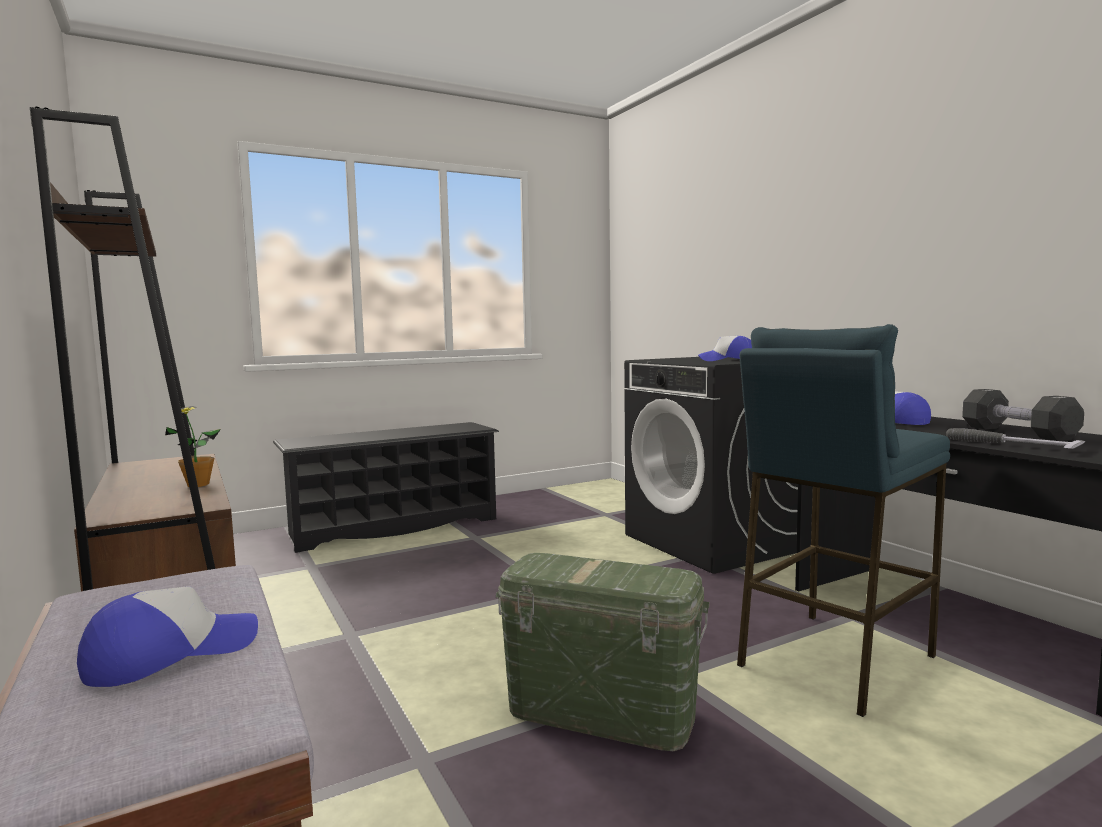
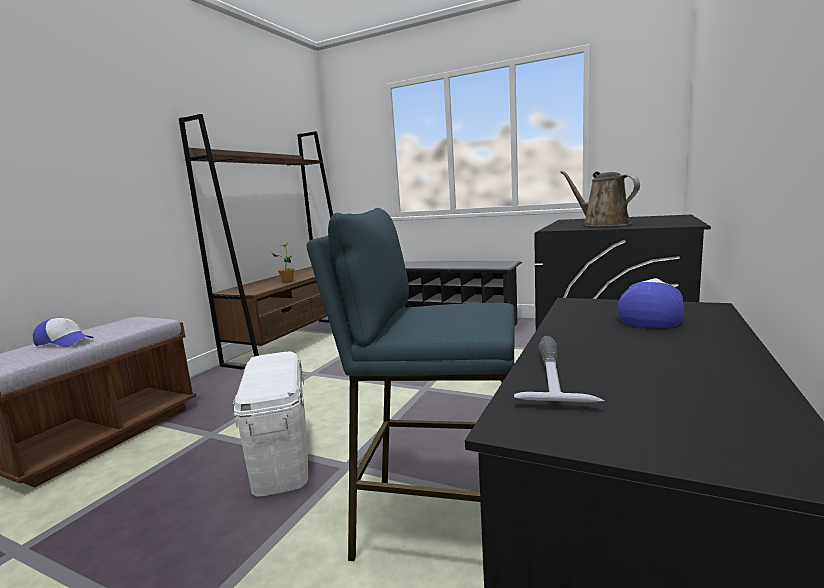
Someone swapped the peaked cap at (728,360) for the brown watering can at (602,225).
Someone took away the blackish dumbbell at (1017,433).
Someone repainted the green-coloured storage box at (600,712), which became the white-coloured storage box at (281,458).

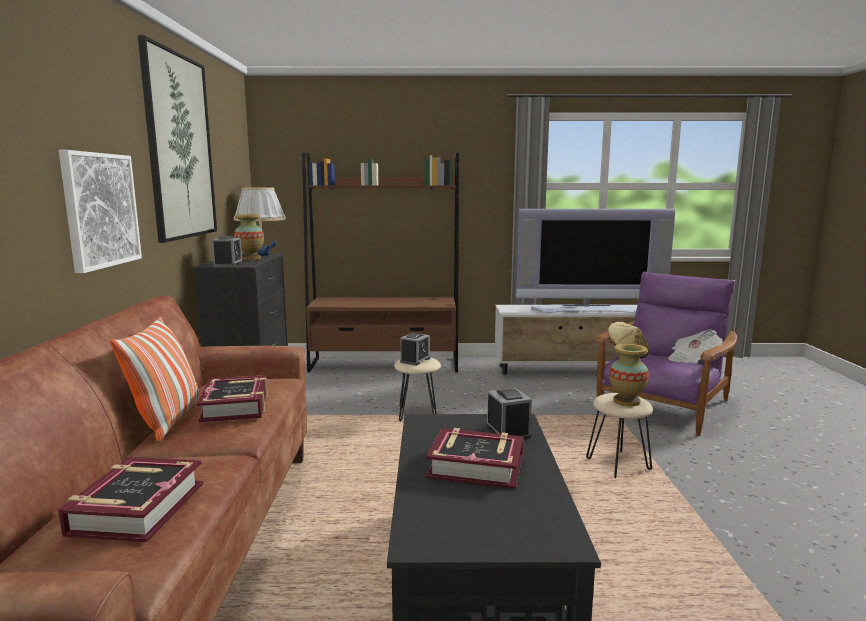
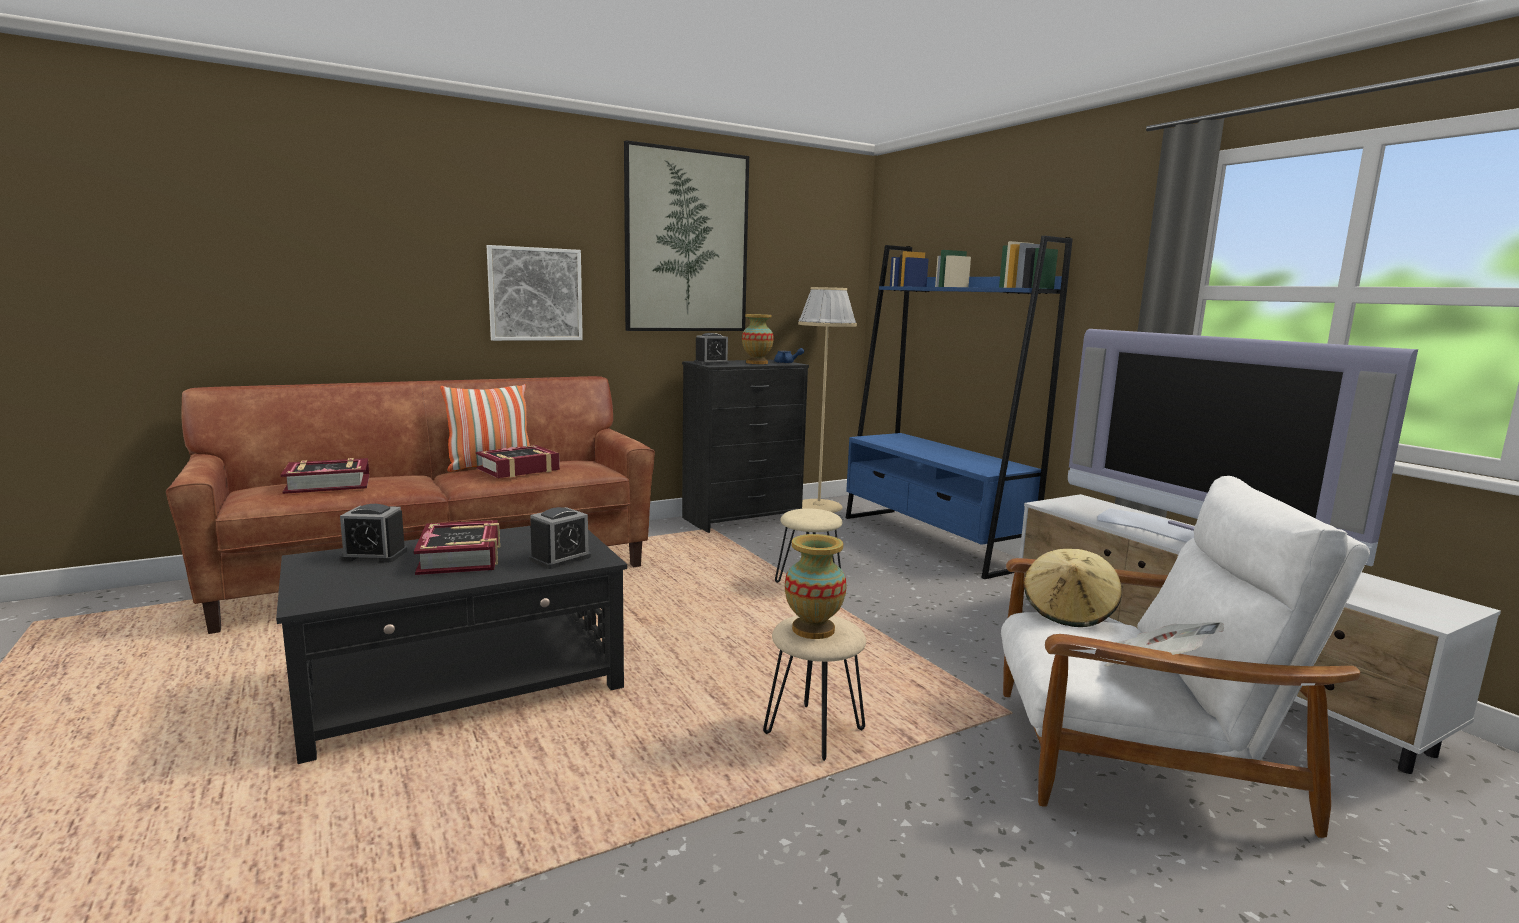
Someone repainted the brown bookshelf at (385,365), which became the blue-coloured bookshelf at (932,541).
Someone repainted the purple lounge chair at (662,406), which became the white-coloured lounge chair at (1134,755).
Someone carried the alarm clock from (415,360) to (374,555).

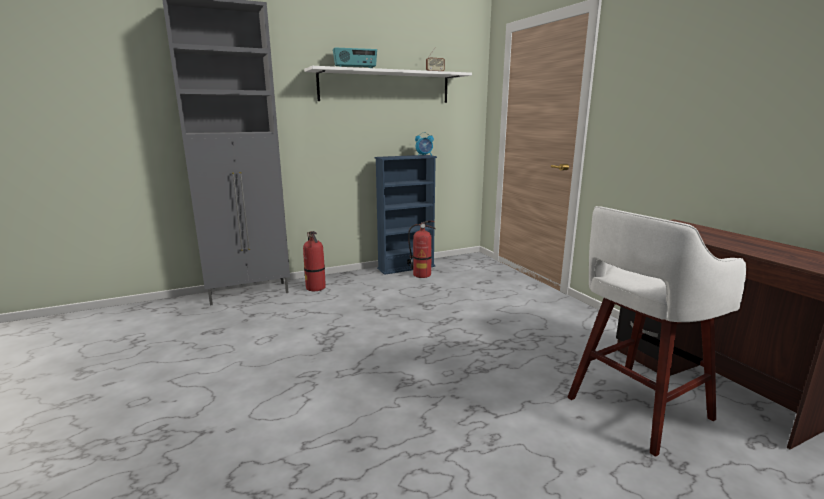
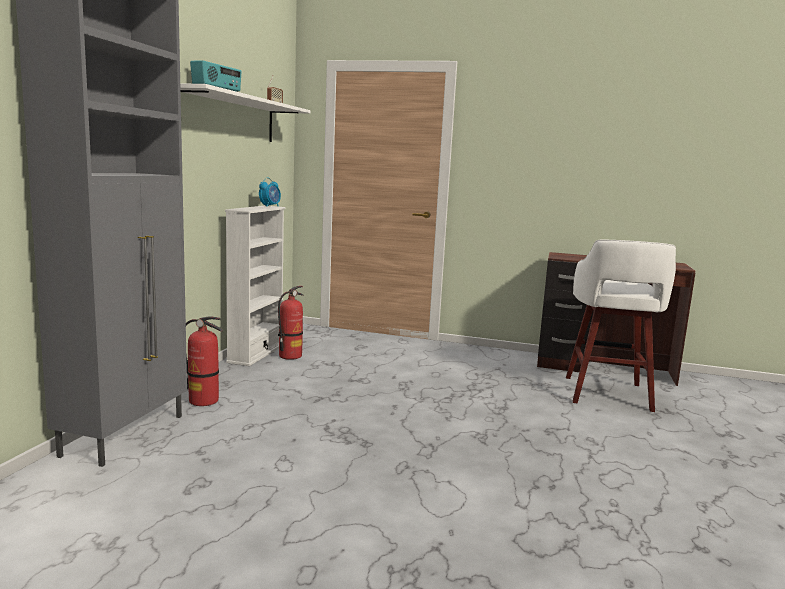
Someone repainted the blue-coloured bookshelf at (406,267), which became the white-coloured bookshelf at (256,353).

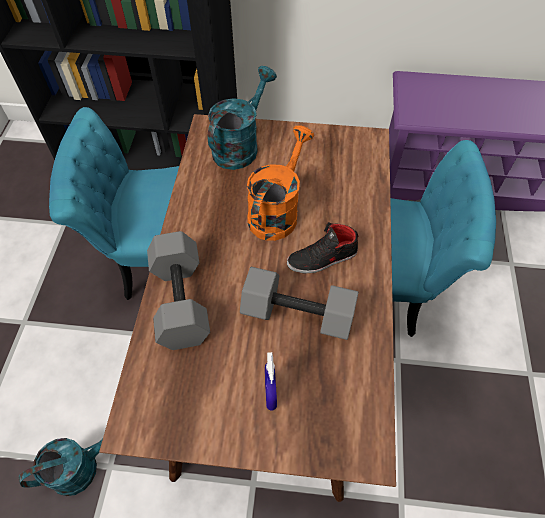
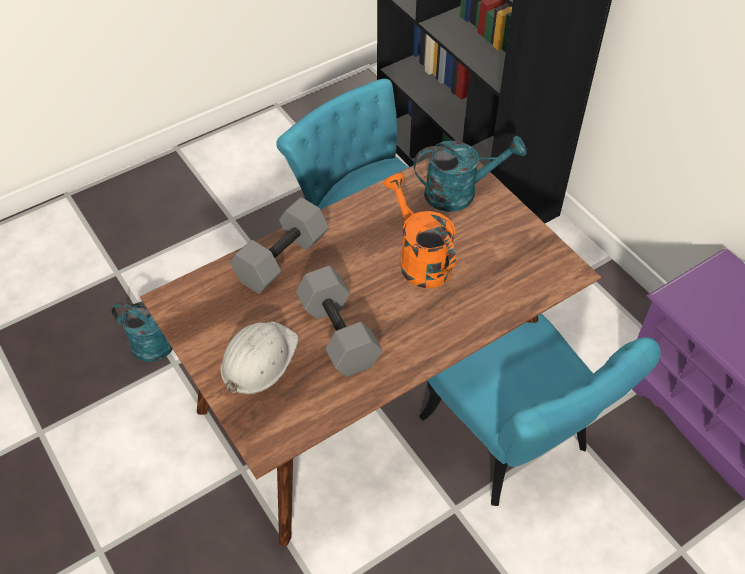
Someone rotated the orange watering can at (277,211) by 105 degrees counterclockwise.
Someone took away the blackish shoe at (322,259).
Someone swapped the blue-coloured sprayer at (270,395) for the white-coloured work helmet at (258,360).

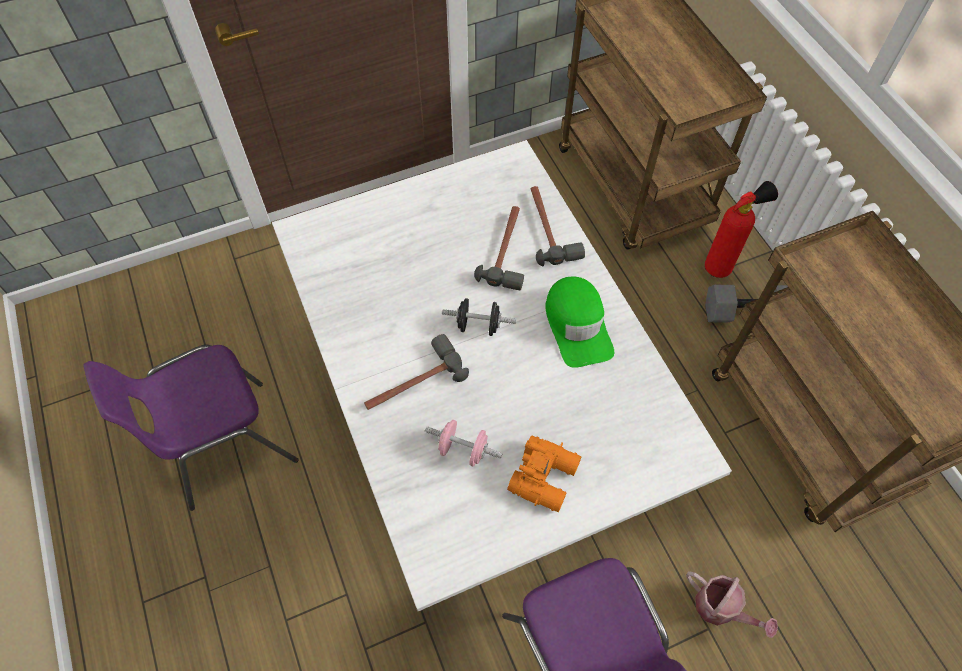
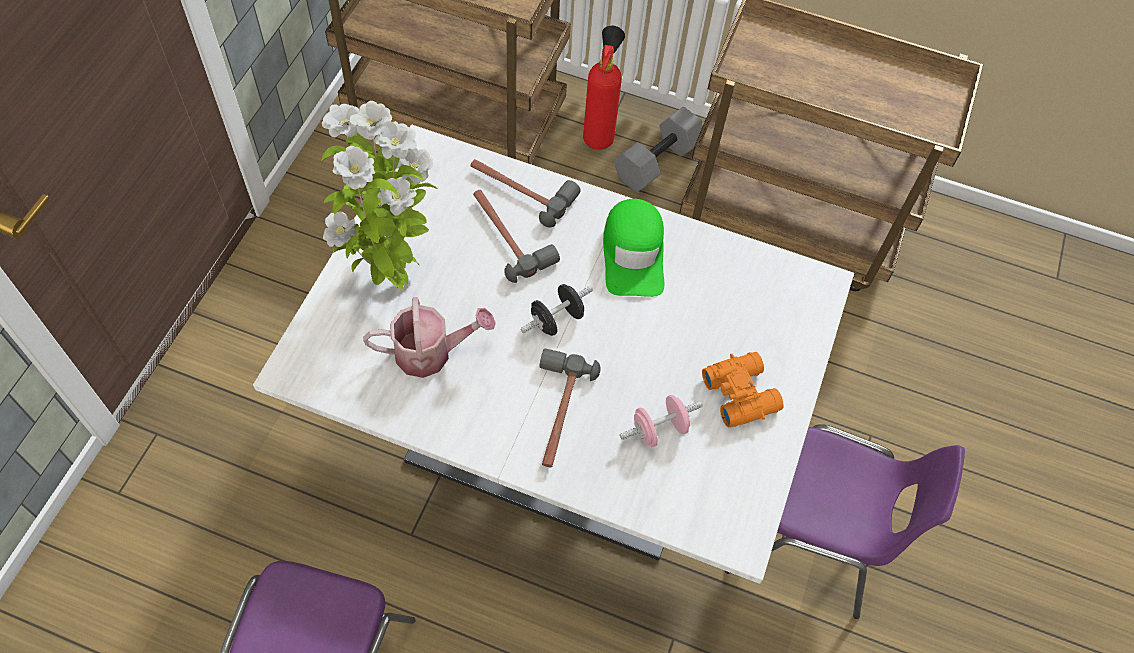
Someone rotated the green-coloured peaked cap at (577,325) by 60 degrees clockwise.
Someone carried the watering can from (721,608) to (431,352).
Someone put down the houseplant at (388,274).

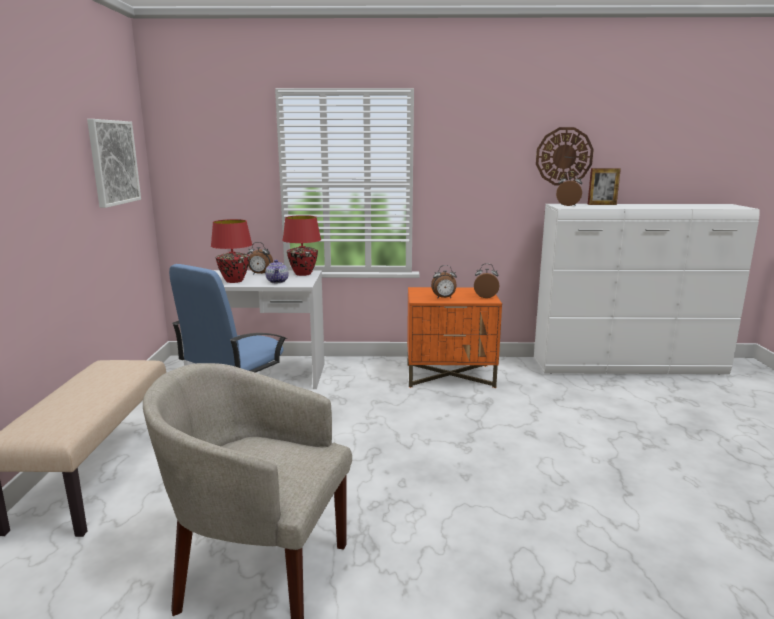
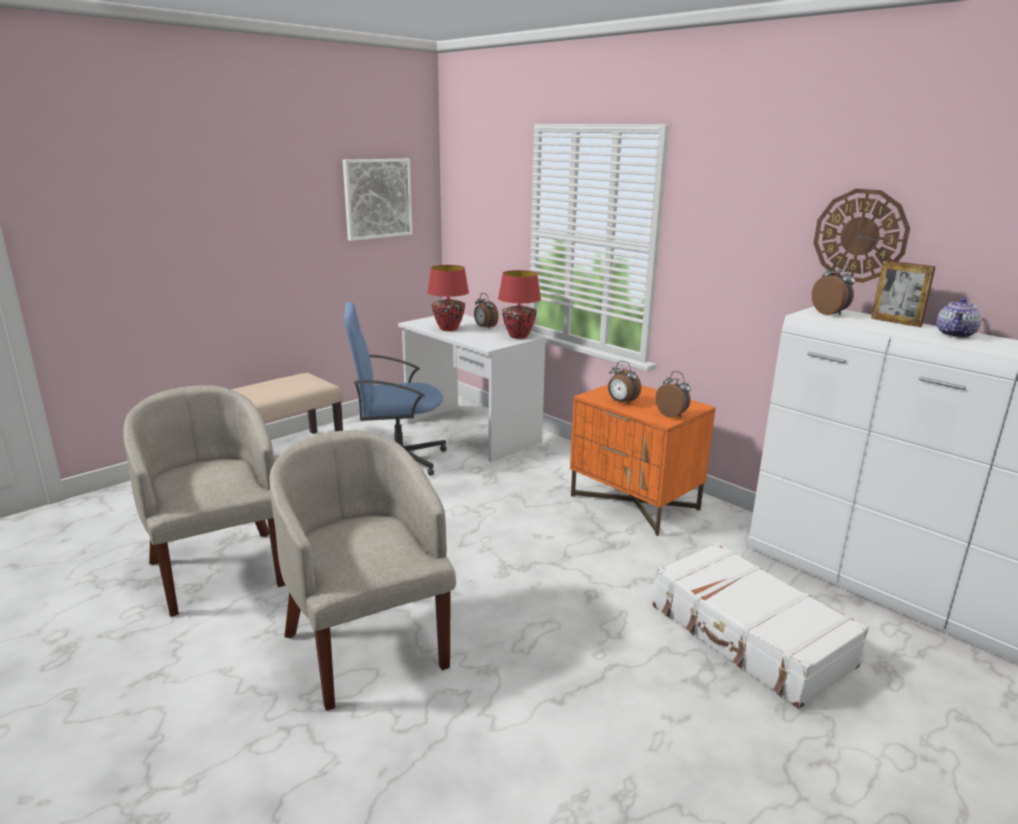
Someone carried the teapot from (278,281) to (956,335).
Someone put down the sand-coloured lounge chair at (366,644).
Someone put down the white-coloured suitcase at (749,636).

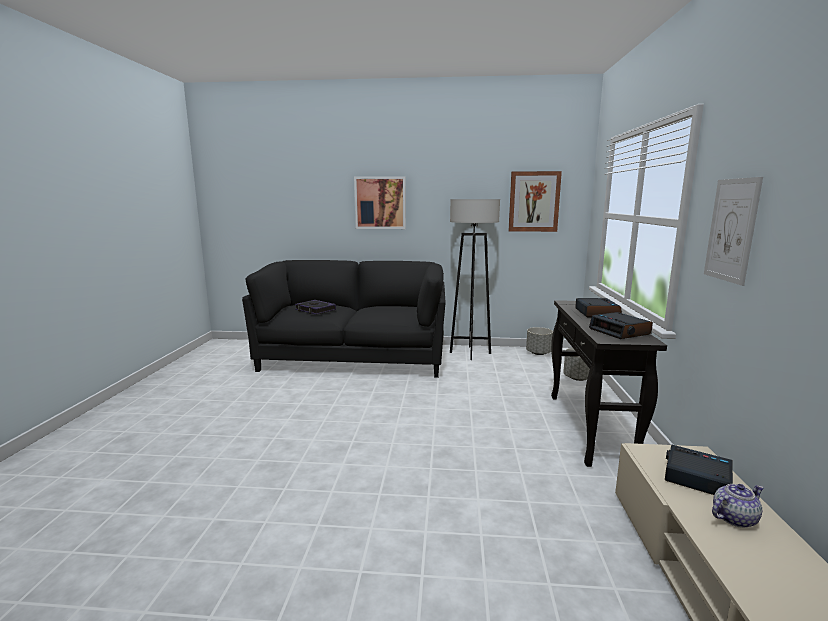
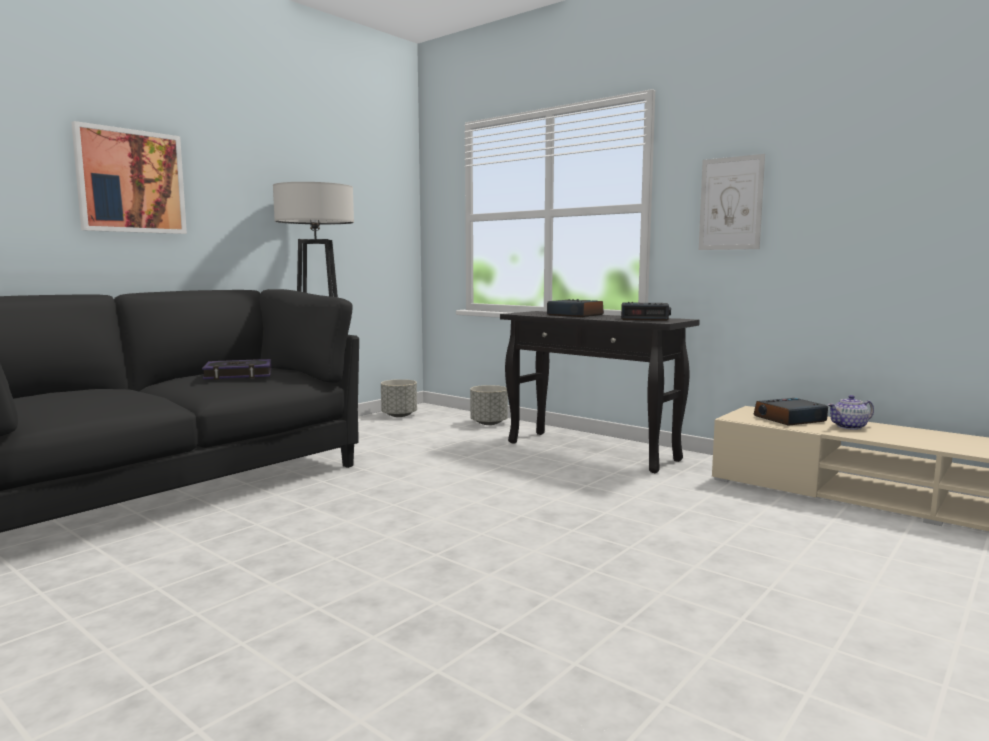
Someone took away the wall picture at (534,201).
Someone carried the book from (315,310) to (238,375).
Someone rotated the teapot at (733,518) by 120 degrees counterclockwise.

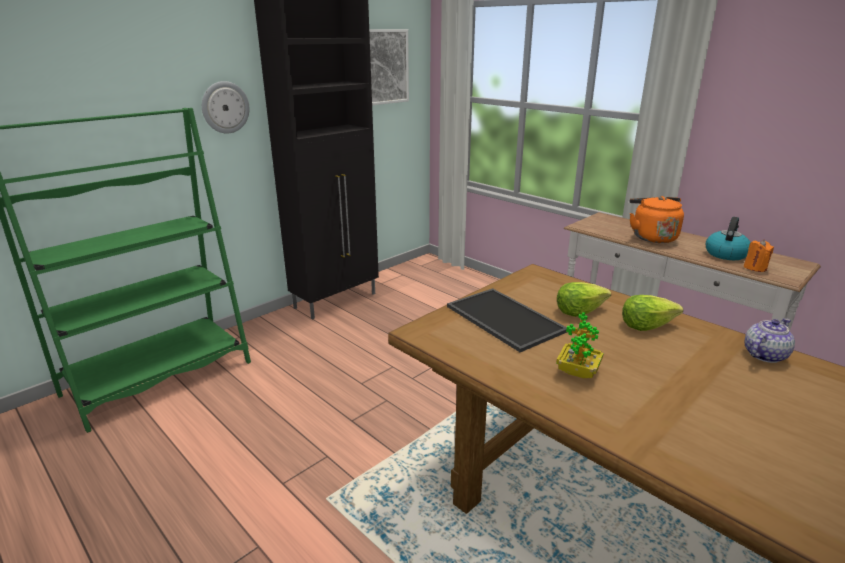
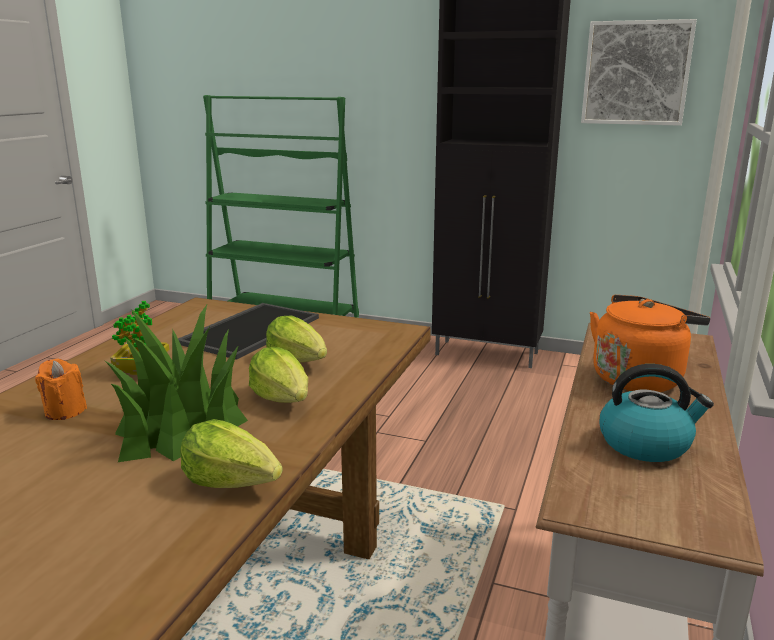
Someone took away the wall clock at (225,107).
Someone carried the orange candle from (755,268) to (65,411).
Someone swapped the teapot at (764,355) for the lettuce at (232,481).
Someone put down the houseplant at (182,426).

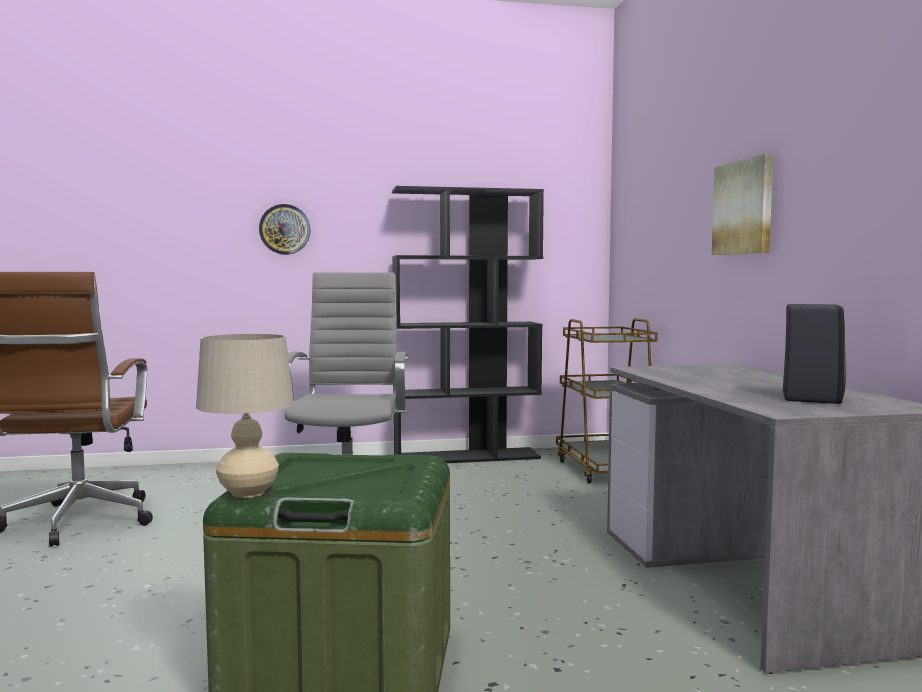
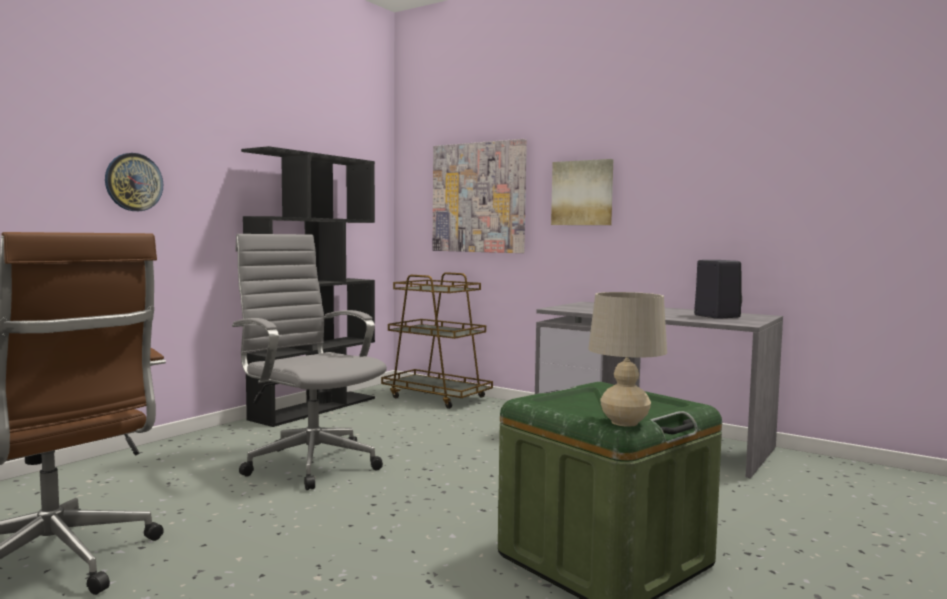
Someone put up the wall picture at (479,197).

